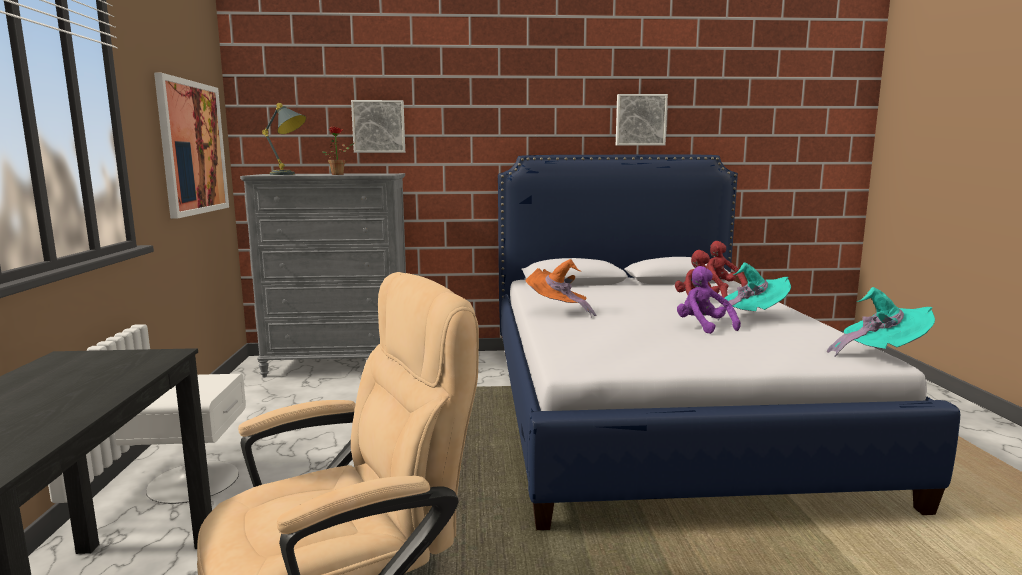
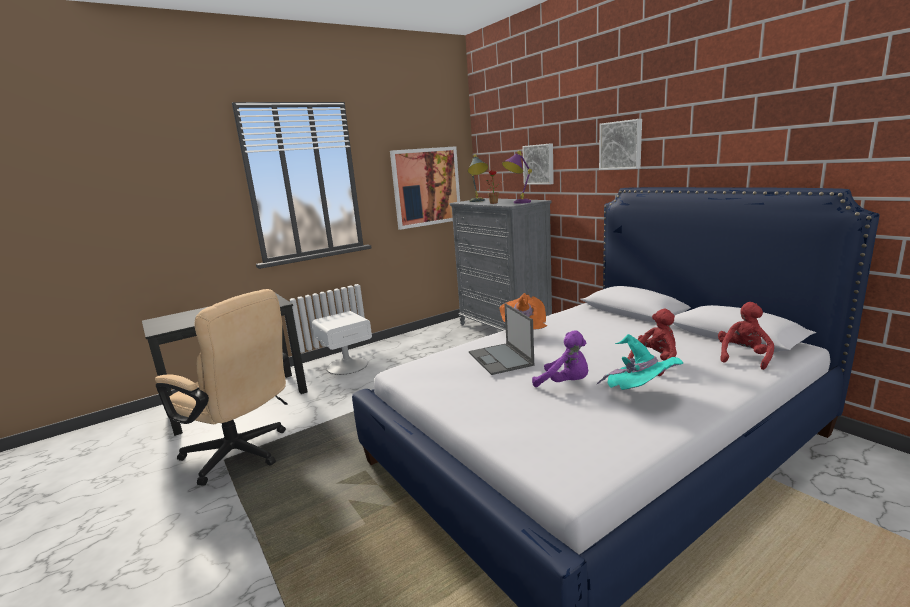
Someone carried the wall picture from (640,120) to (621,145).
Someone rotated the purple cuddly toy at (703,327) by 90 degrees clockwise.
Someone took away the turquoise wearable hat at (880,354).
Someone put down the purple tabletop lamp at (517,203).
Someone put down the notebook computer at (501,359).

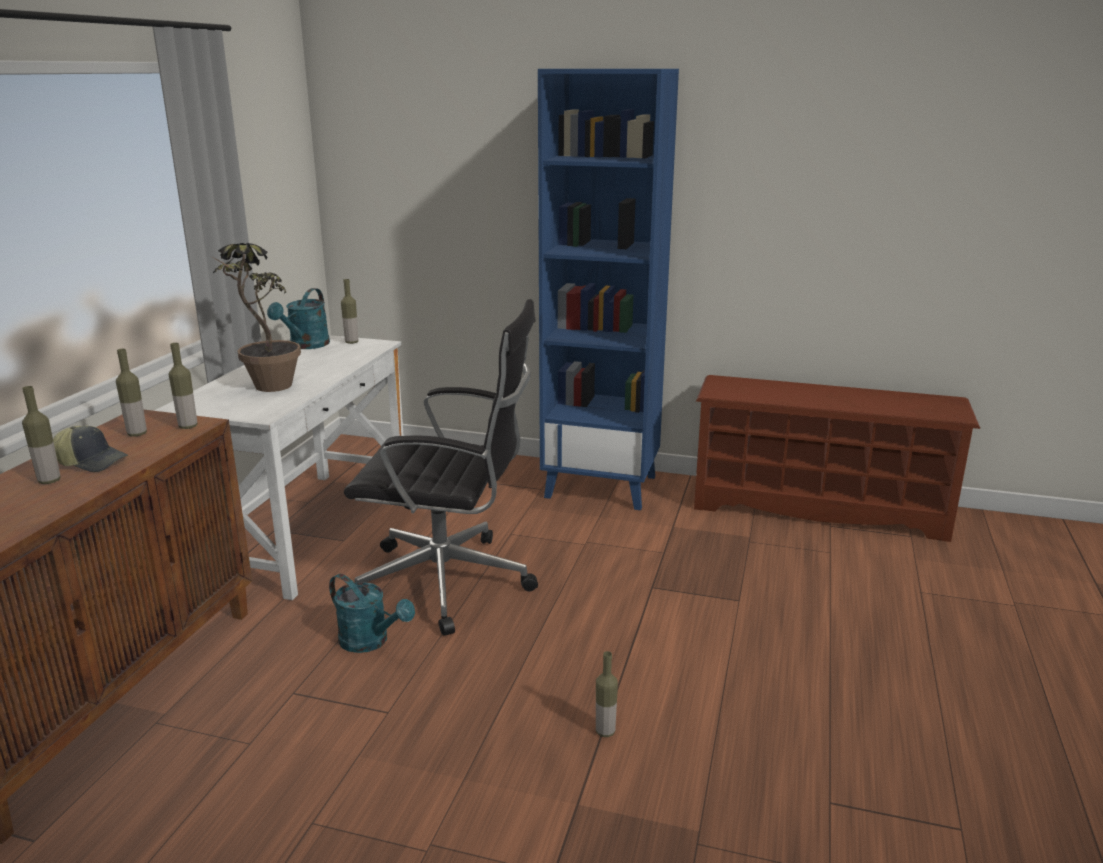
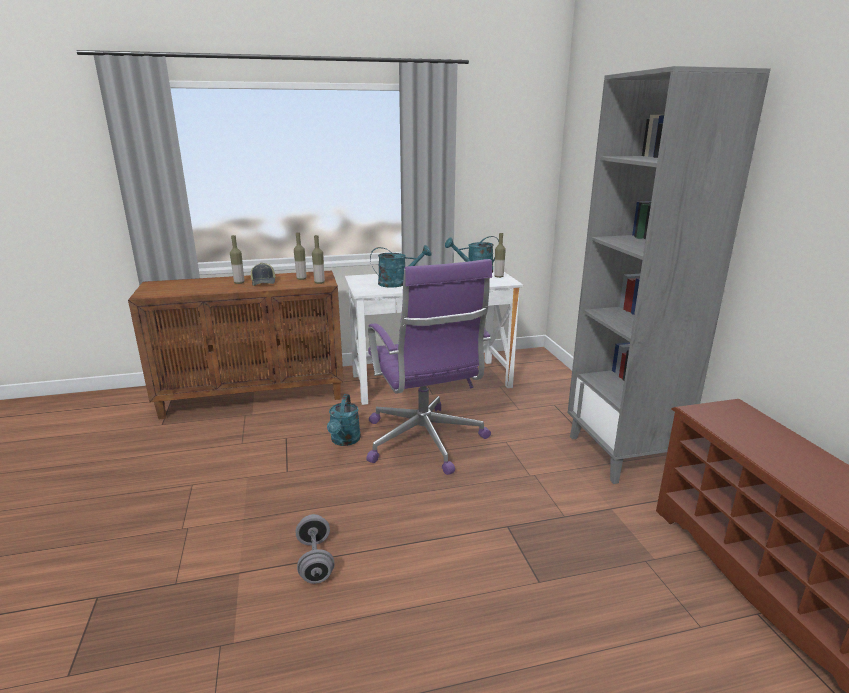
Someone repainted the blue-coloured bookshelf at (602,486), which became the greyish bookshelf at (623,454).
Someone swapped the houseplant at (267,390) for the turquoise watering can at (398,283).
Someone repainted the blackish computer chair at (449,583), which became the purple computer chair at (425,442).
Someone swapped the drink bottle at (605,731) for the greyish dumbbell at (315,561).

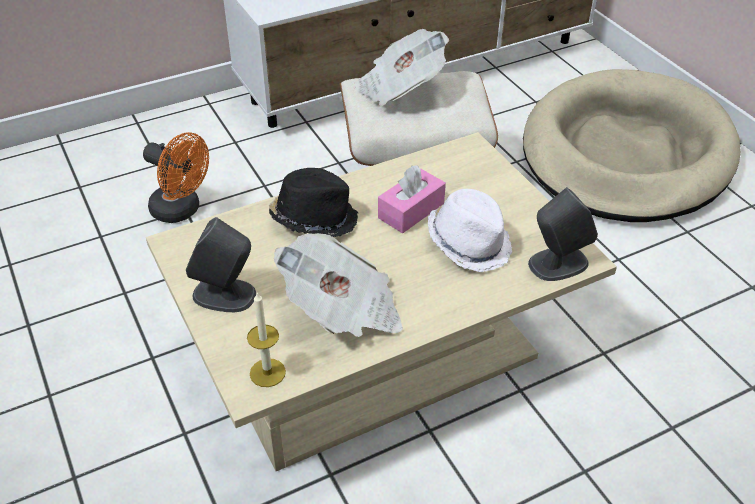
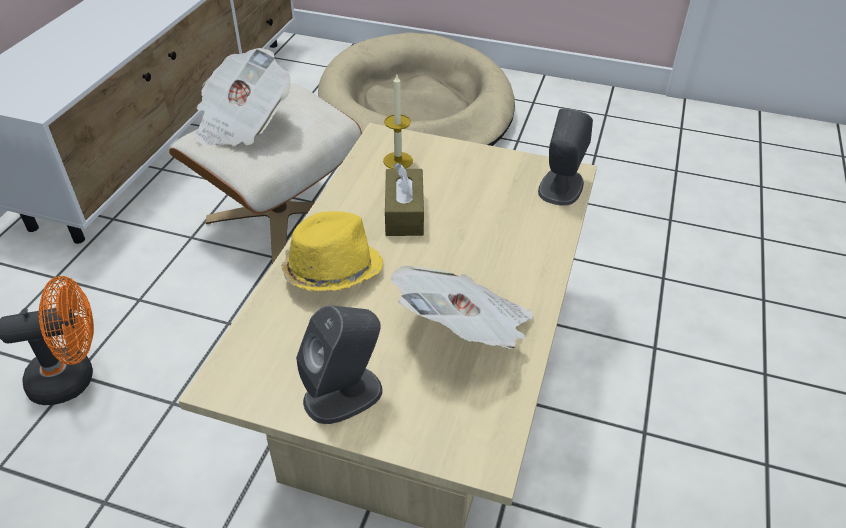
Someone repainted the pinkish tissue holder at (411,211), which became the brown tissue holder at (404,213).
Someone repainted the blackish wearable hat at (314,218), which became the yellow wearable hat at (331,271).
Someone took away the white-coloured wearable hat at (469,243).
Someone carried the candle from (267,372) to (398,160).

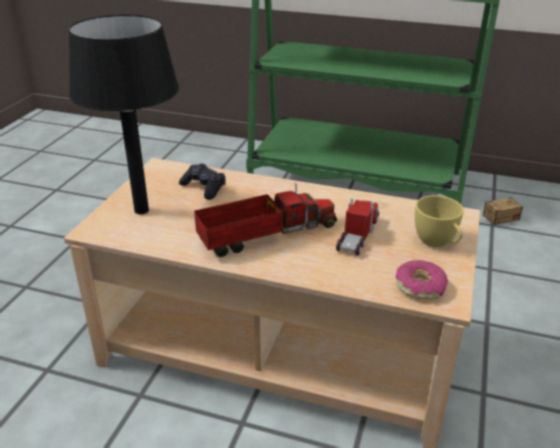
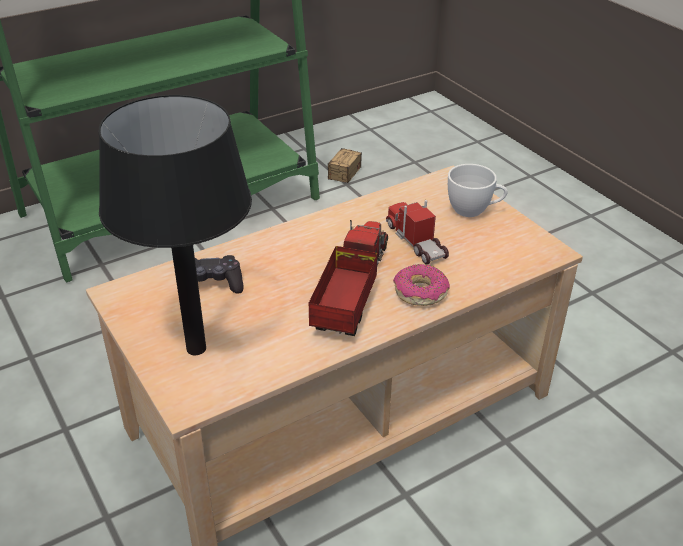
Someone repainted the yellow cup at (437,243), which became the white-coloured cup at (474,210).
Someone carried the doughnut from (420,286) to (420,292).

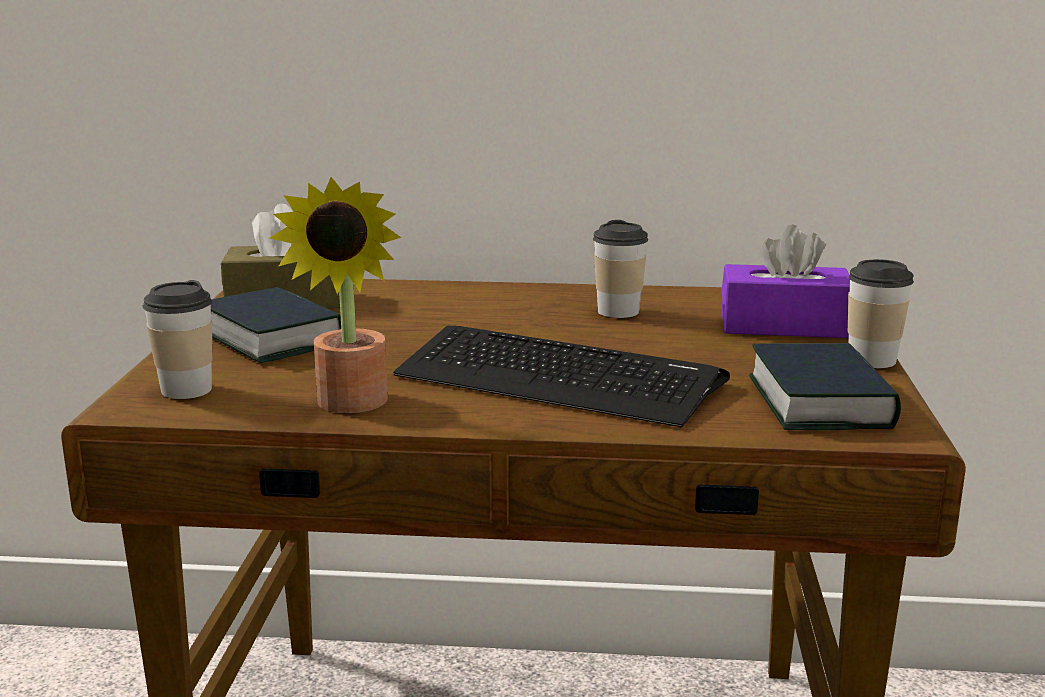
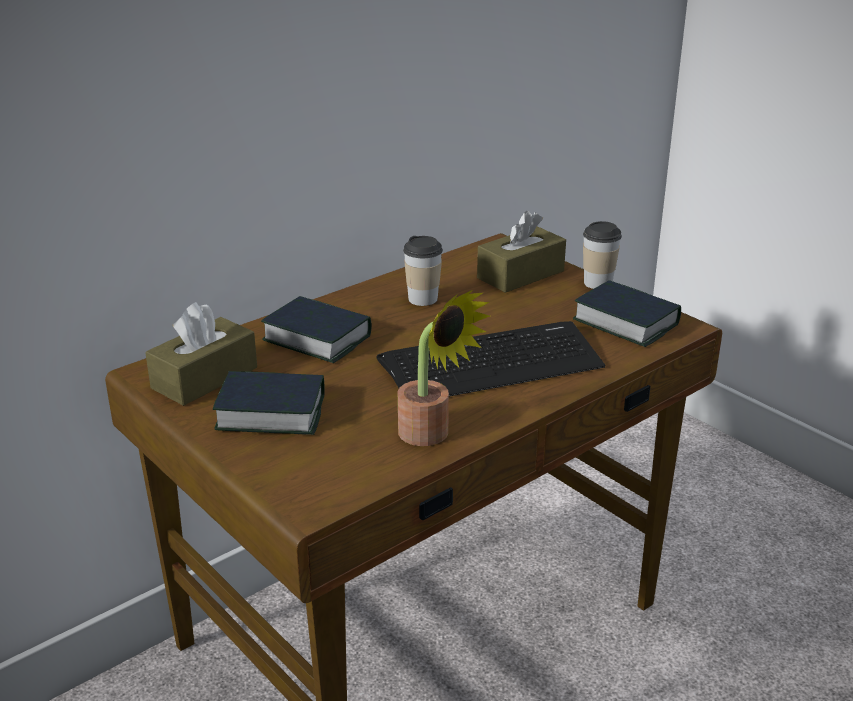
Someone repainted the purple tissue holder at (784,325), which became the brown tissue holder at (520,274).
Someone took away the cup at (186,389).
Someone put down the book at (317,338).

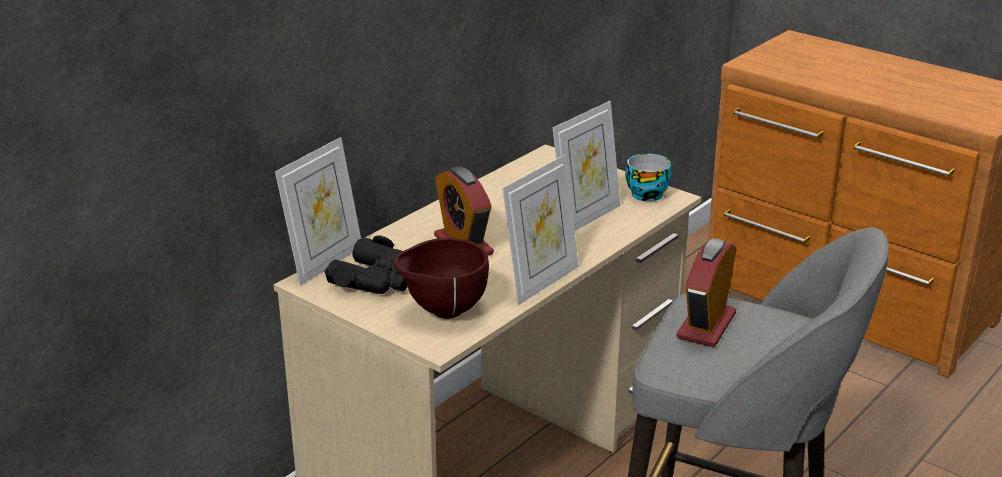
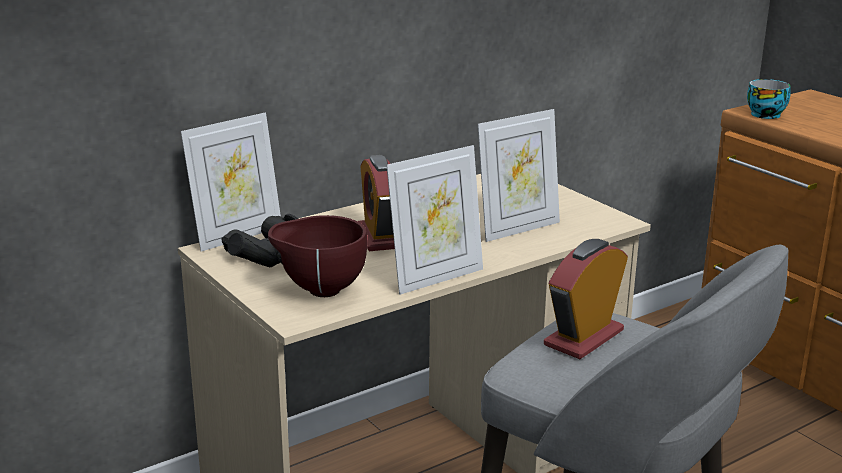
Someone carried the cup from (647,193) to (766,114).

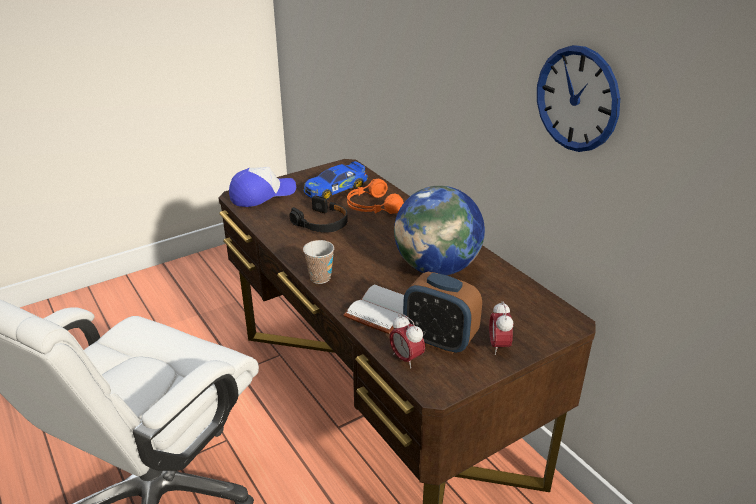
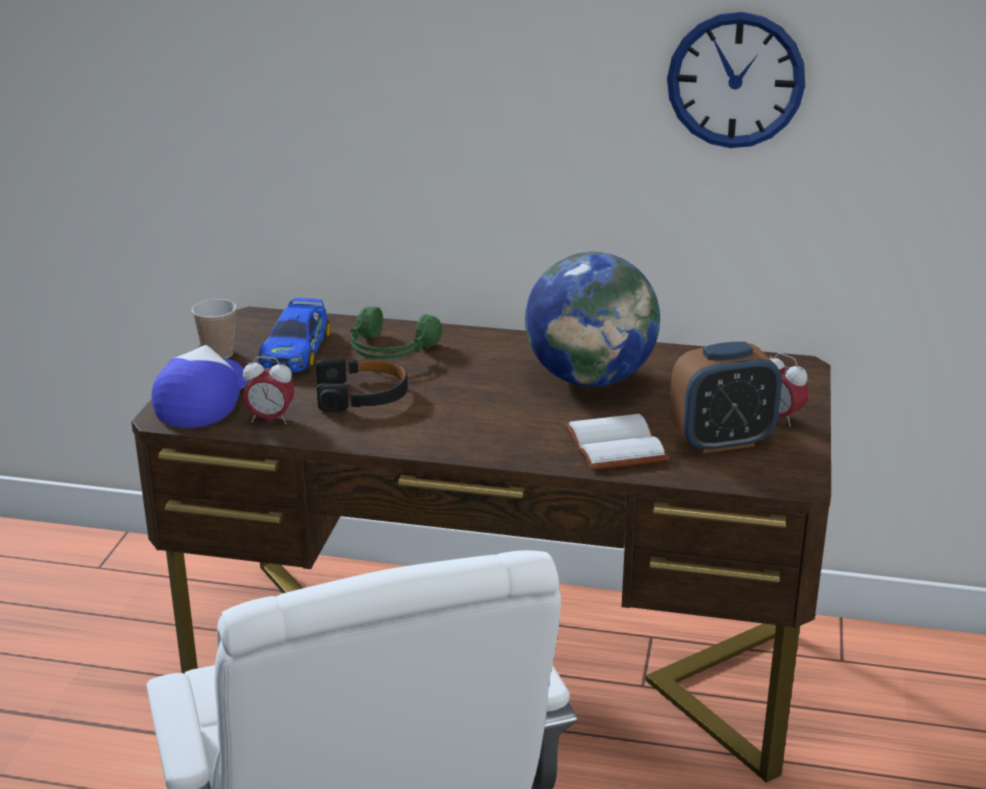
Someone repainted the orange pair of headphones at (371,207), which became the green-coloured pair of headphones at (389,351).
Someone carried the cup from (320,278) to (218,354).
Someone carried the alarm clock from (406,359) to (270,419).

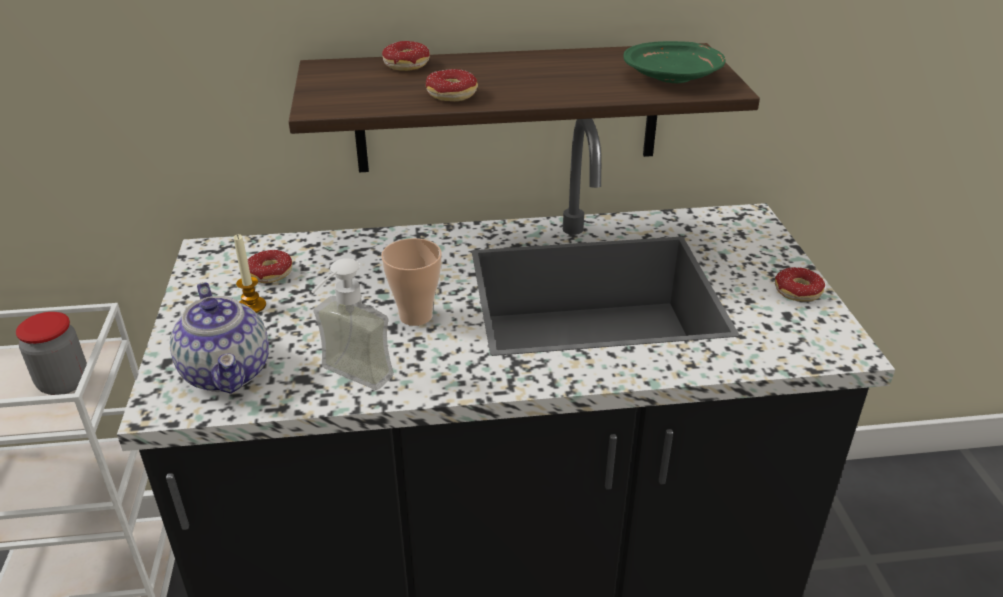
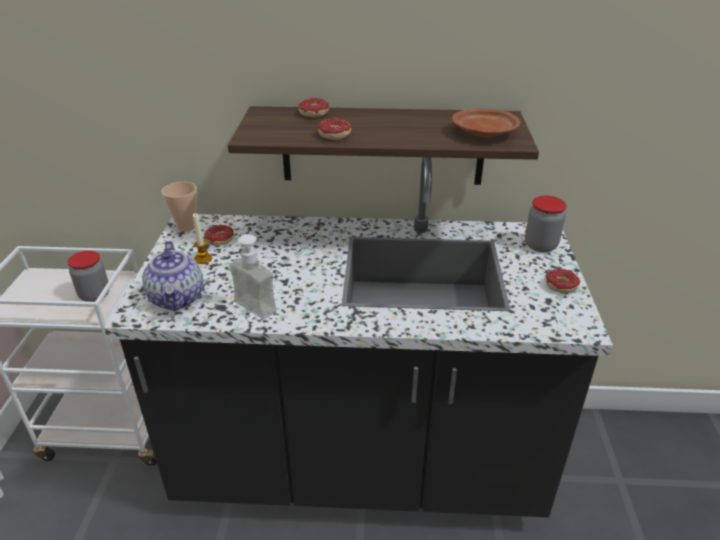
Someone repainted the green-coloured plate at (673,77), which became the brown plate at (485,133).
Someone carried the cup from (415,316) to (186,227).
Someone put down the jar at (540,245).

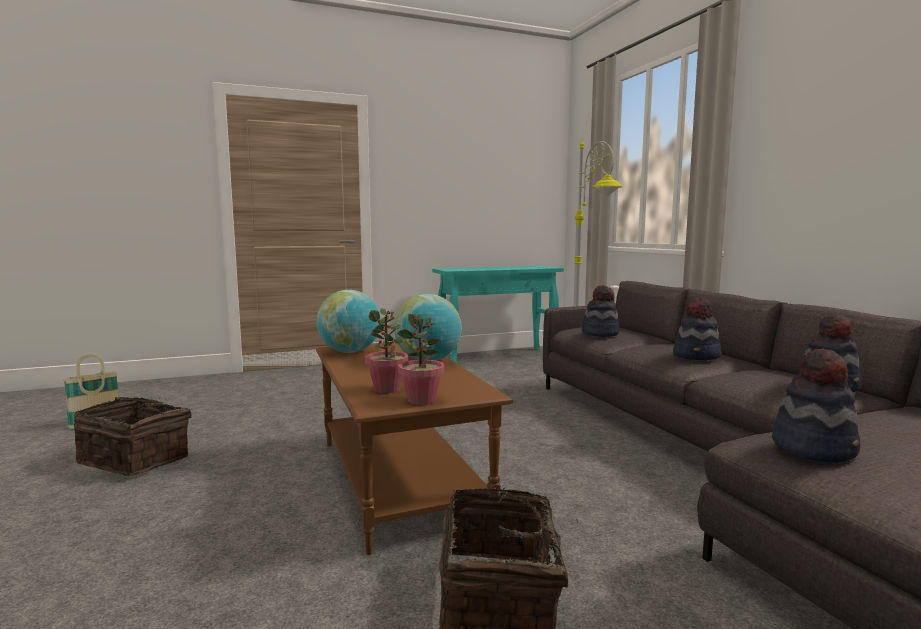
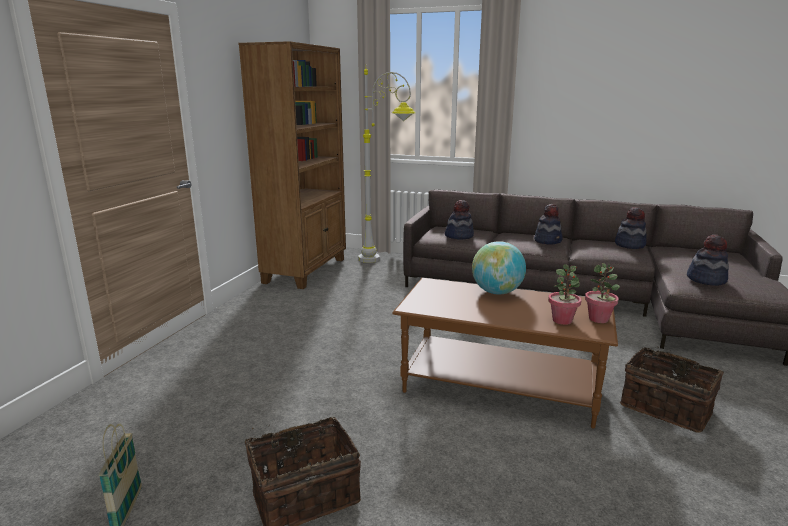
Someone swapped the turquoise narrow table at (498,356) for the brown bookshelf at (306,270).
Someone took away the world globe at (350,352).

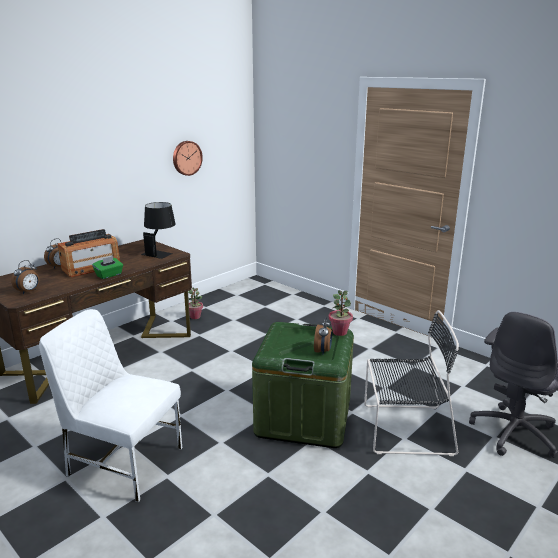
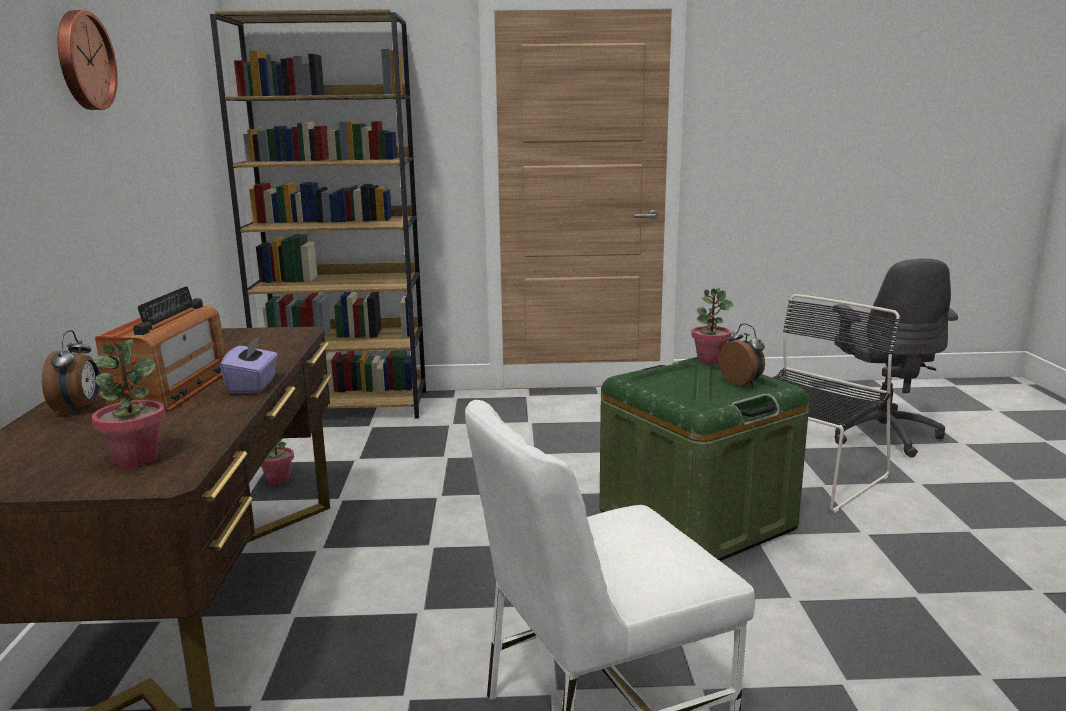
Someone carried the wall clock from (186,158) to (83,61).
Someone took away the blackish tabletop lamp at (160,252).
Someone repainted the green-coloured tissue holder at (109,275), which became the purple tissue holder at (253,385).
Someone swapped the alarm clock at (28,291) for the houseplant at (136,459).
Someone put down the brown bookshelf at (347,406).

